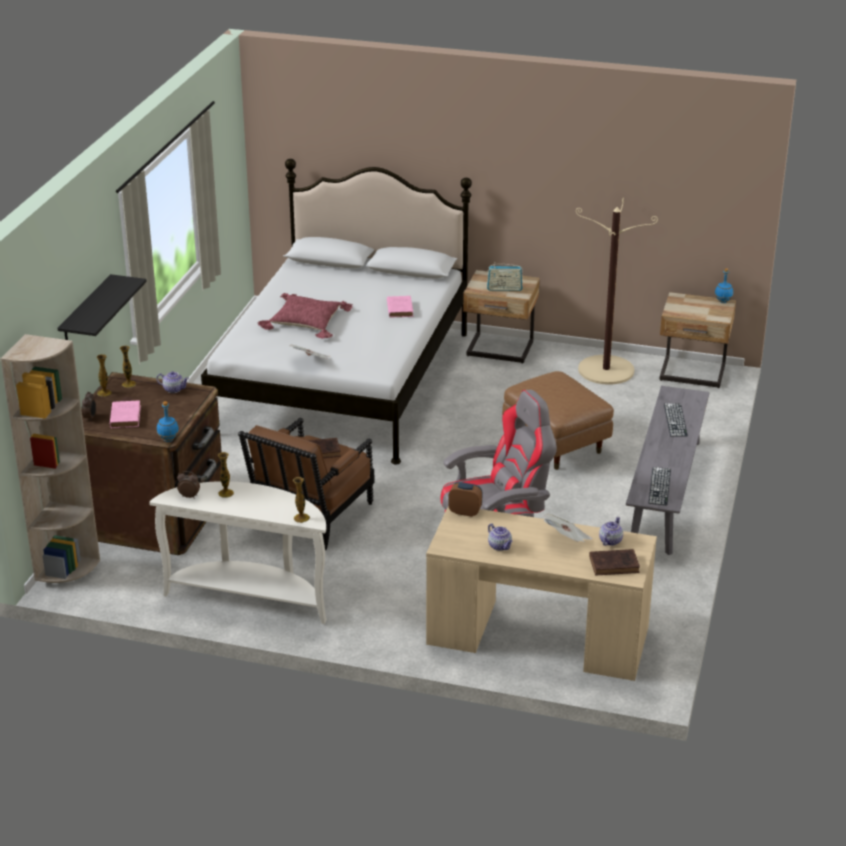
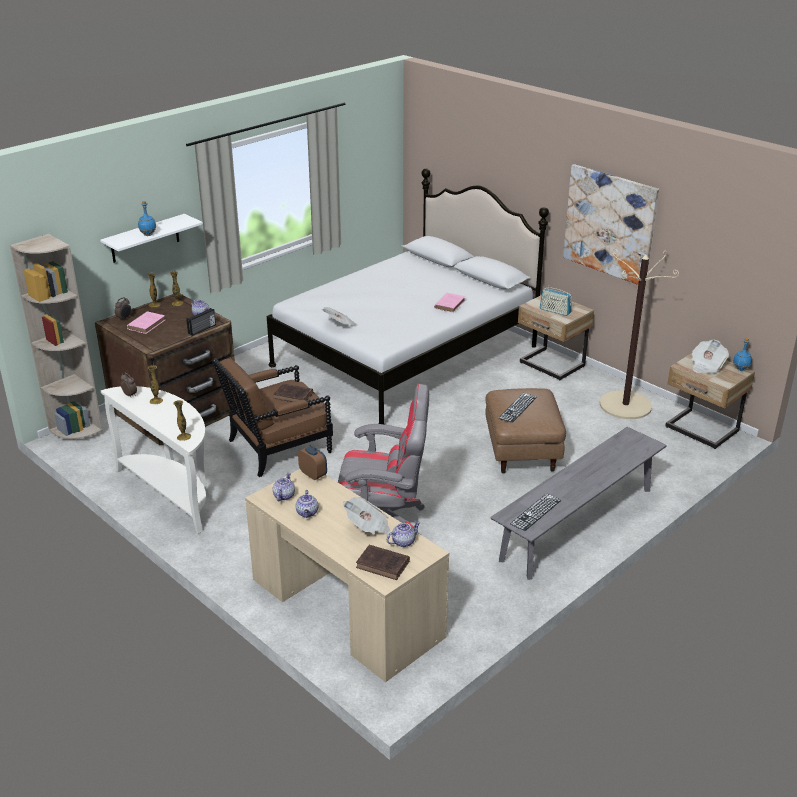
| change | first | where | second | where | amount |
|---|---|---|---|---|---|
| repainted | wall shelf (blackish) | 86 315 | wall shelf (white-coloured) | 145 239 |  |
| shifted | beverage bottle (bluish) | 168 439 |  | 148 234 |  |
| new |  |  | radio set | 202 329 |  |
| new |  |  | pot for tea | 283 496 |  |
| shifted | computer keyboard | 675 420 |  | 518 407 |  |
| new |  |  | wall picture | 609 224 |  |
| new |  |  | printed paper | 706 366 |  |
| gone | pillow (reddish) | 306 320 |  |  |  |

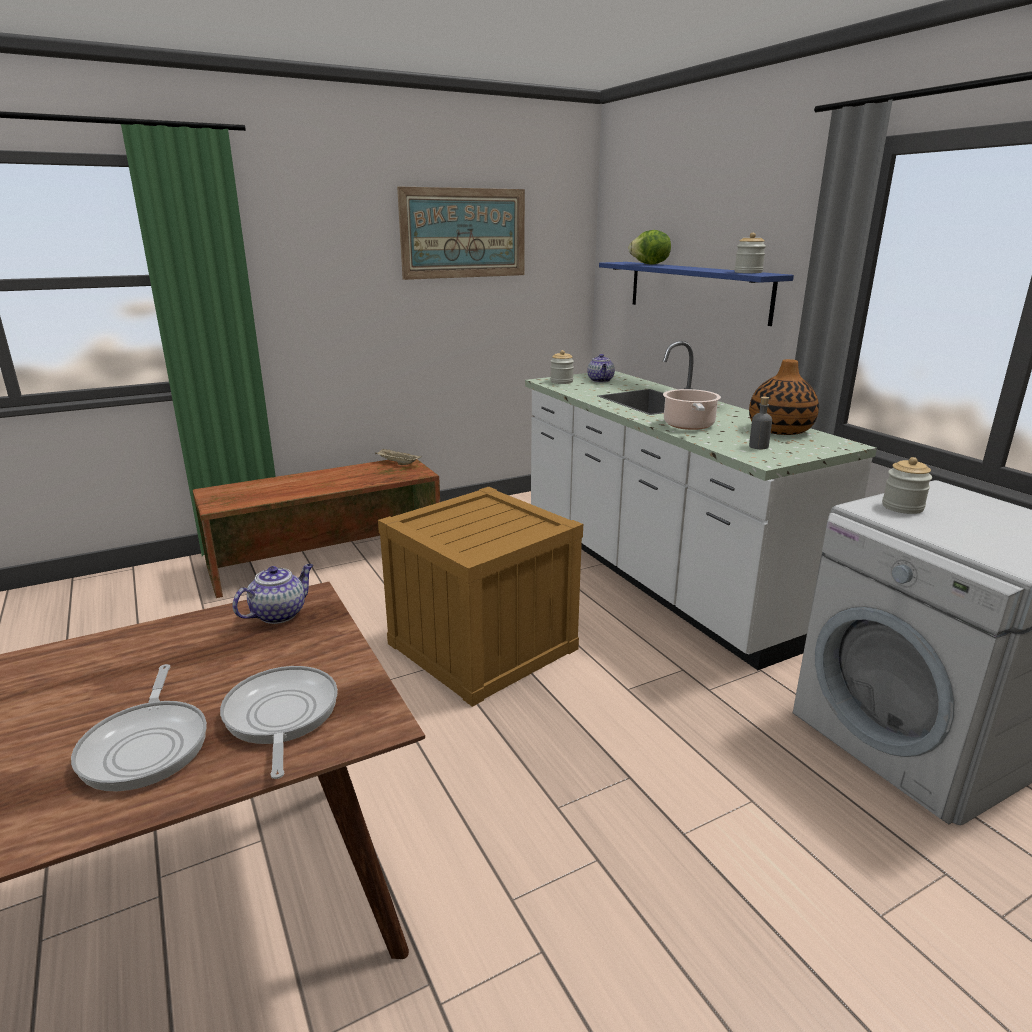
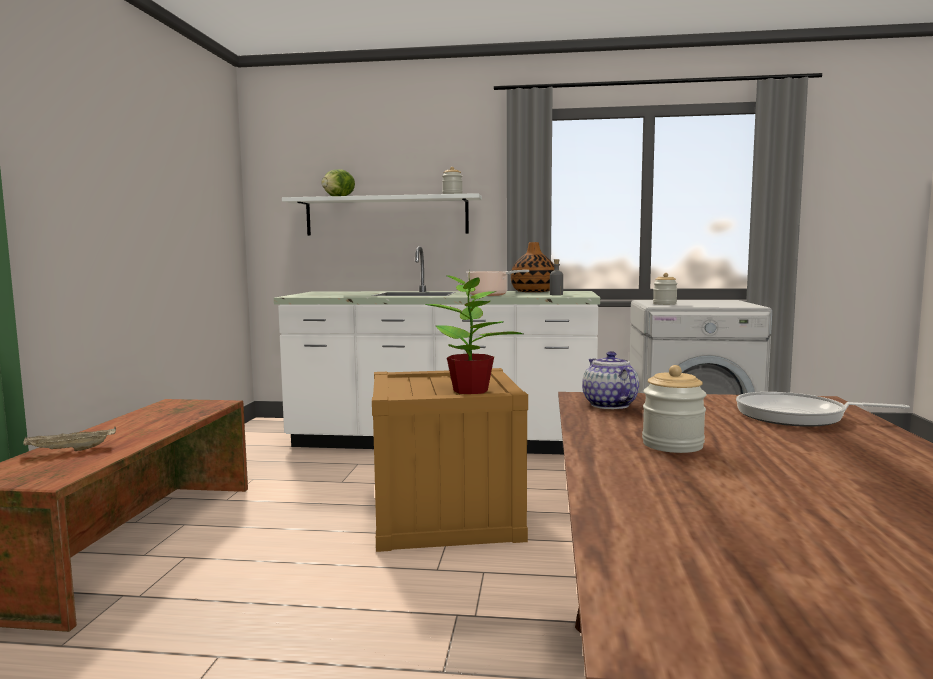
| change | first | where | second | where | amount |
|---|---|---|---|---|---|
| shifted | serving tray (beige-coloured) | 397 463 |  | 70 451 |  |
| repainted | wall shelf (bluish) | 696 290 | wall shelf (white-coloured) | 386 216 |  |
| new |  |  | houseplant | 471 391 |  |
| shifted | storage jar | 561 382 |  | 672 445 |  |
| gone | frying pan | 147 745 |  |  |  |
| gone | wall picture | 463 233 |  |  |  |
| gone | pot for tea | 601 380 |  |  |  |

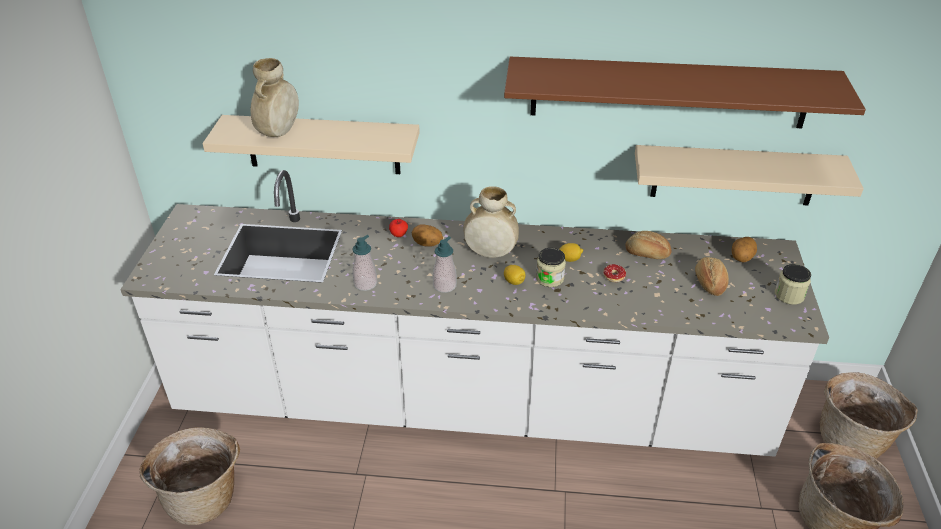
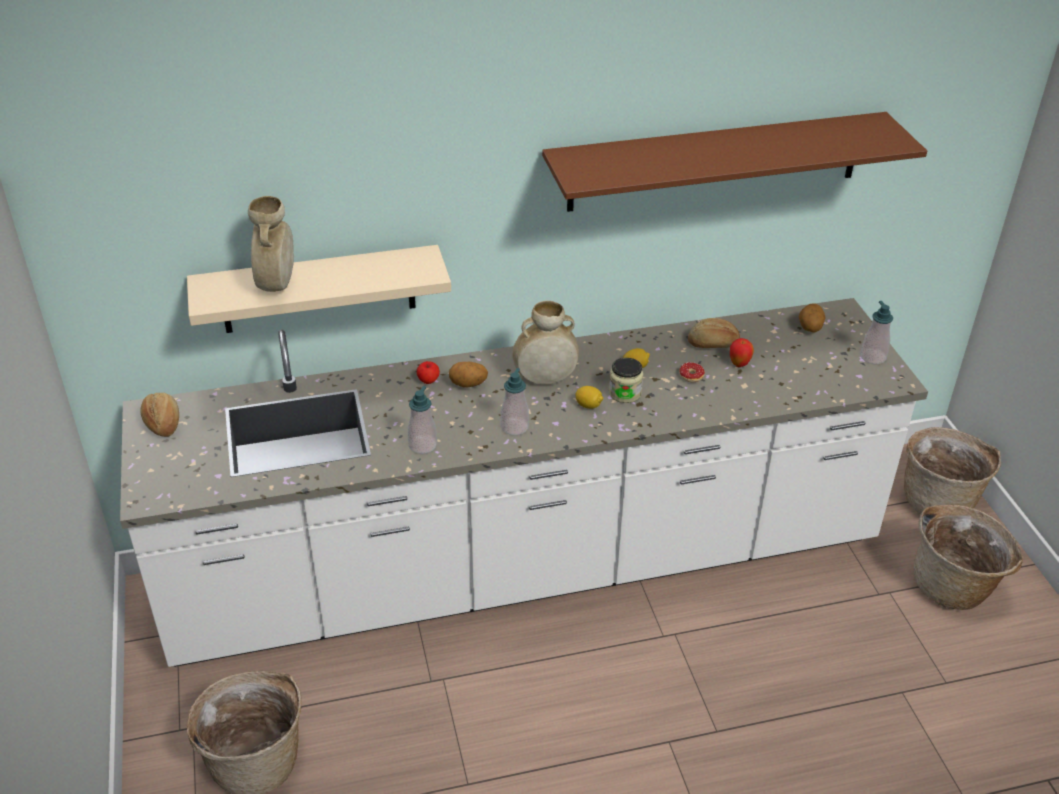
| change | first | where | second | where | amount |
|---|---|---|---|---|---|
| shifted | bakery bread | 709 283 |  | 162 423 |  |
| new |  |  | whole apple | 739 364 |  |
| swapped | storage jar | 789 295 | soap bottle | 873 357 |  |
| gone | wall shelf (beige-coloured) | 734 175 |  |  |  |

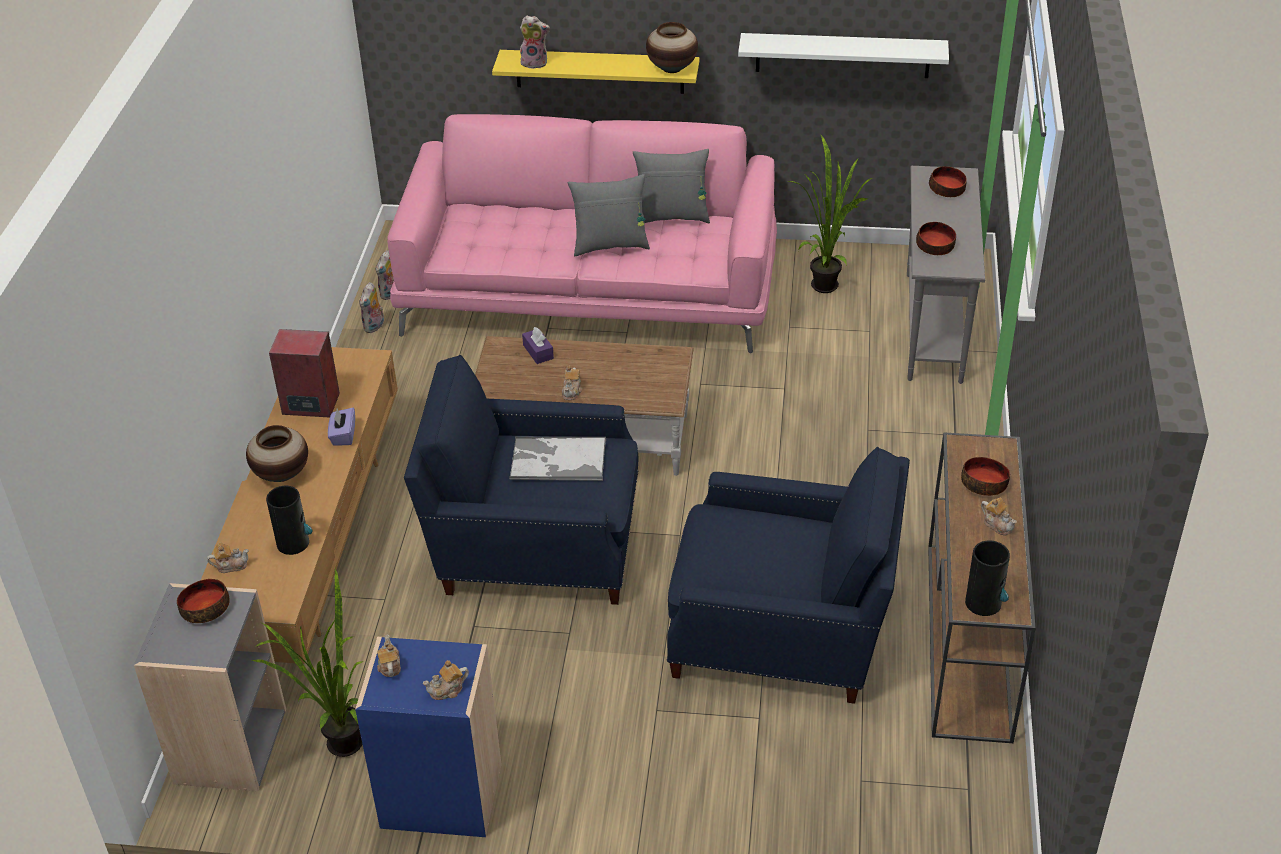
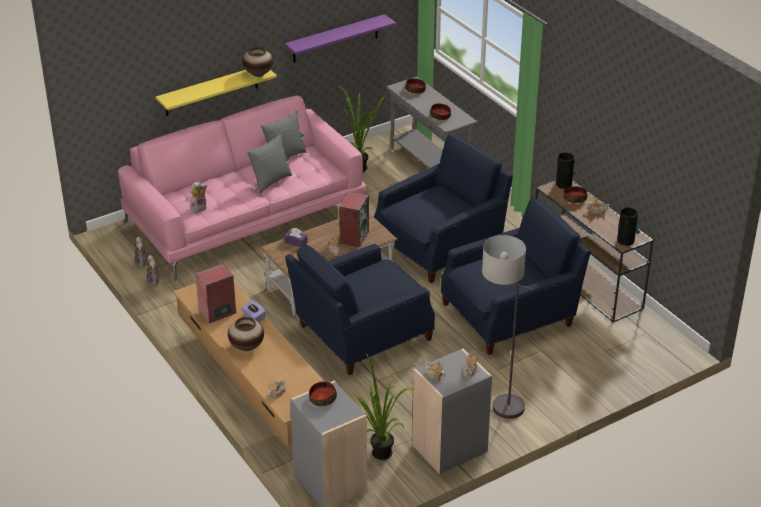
| change | first | where | second | where | amount |
|---|---|---|---|---|---|
| shifted | soft toy | 535 62 |  | 199 208 |  |
| repainted | wall shelf (white-coloured) | 842 55 | wall shelf (purplish) | 335 39 |  |
| new |  |  | audio speaker | 354 237 |  |
| new |  |  | lounge chair (bluish) | 440 245 |  |
| repainted | shelving unit (bluish) | 439 797 | shelving unit (greyish) | 449 449 |  |
| new |  |  | standing lamp (greyish) | 499 405 |  |
| shifted | vase | 293 543 |  | 563 184 |  |
| gone | serving tray | 557 460 |  |  |  |

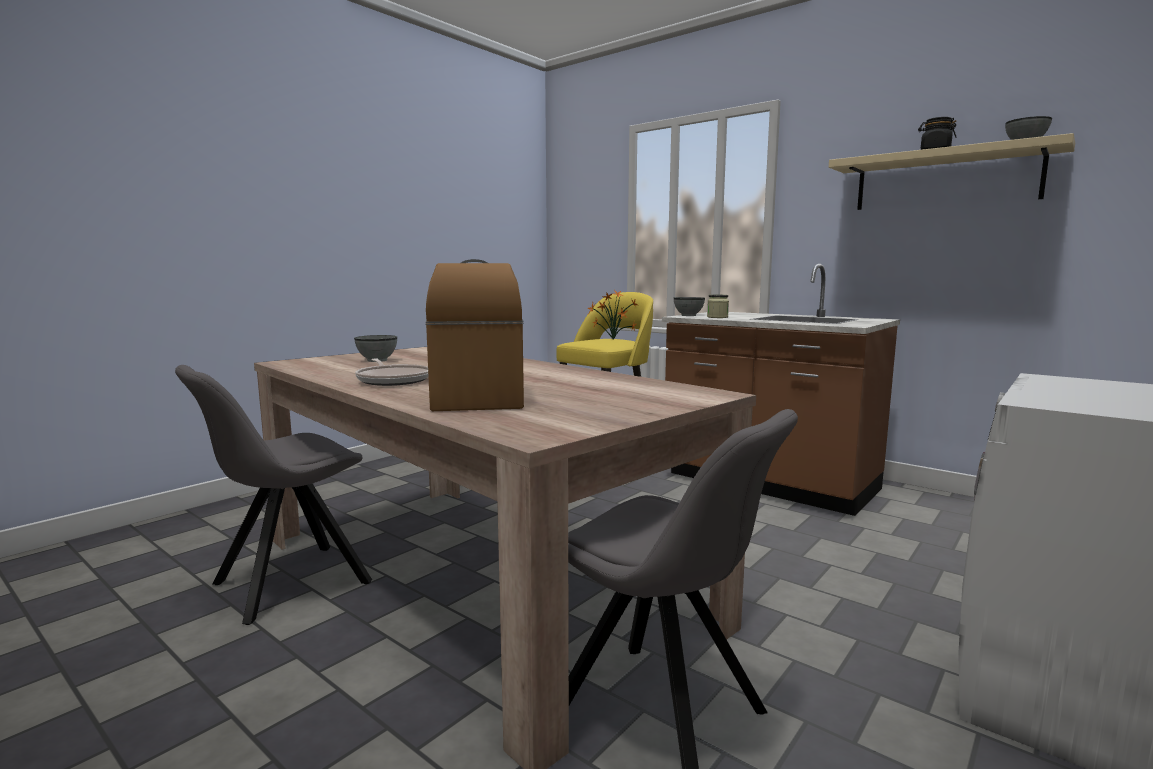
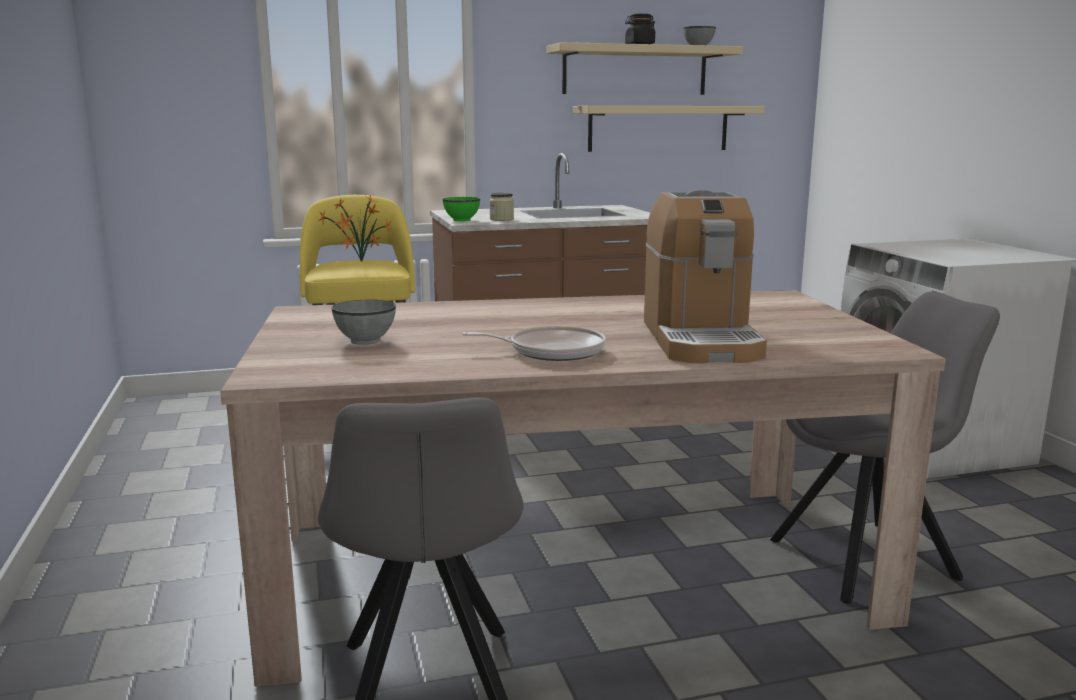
| change | first | where | second | where | amount |
|---|---|---|---|---|---|
| repainted | deep dish (greyish) | 688 315 | deep dish (green) | 461 220 |  |
| new |  |  | wall shelf (beige-coloured) | 658 128 |  |
| rotated | coffee machine | 478 395 |  | 700 339 | 120 degrees counterclockwise |

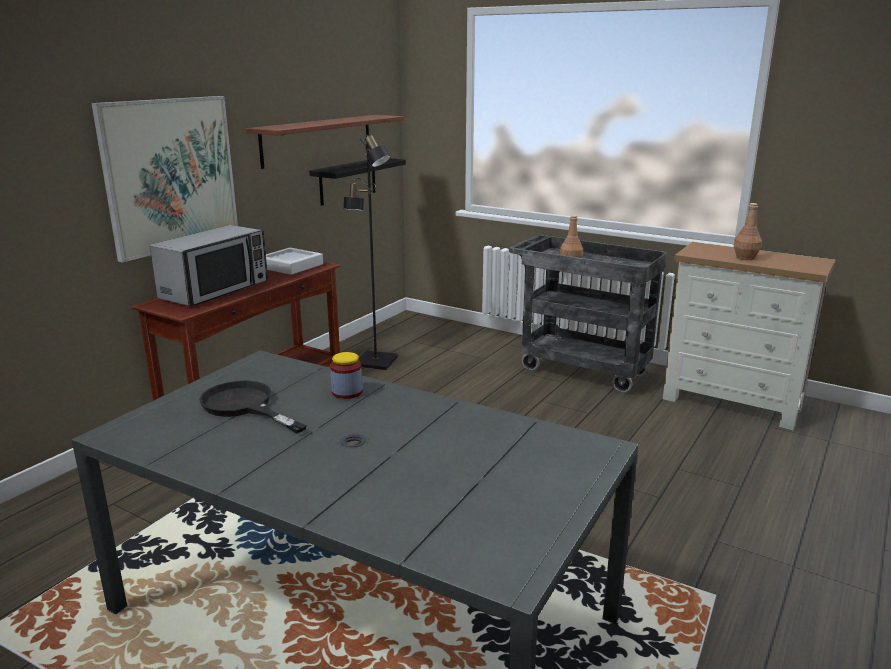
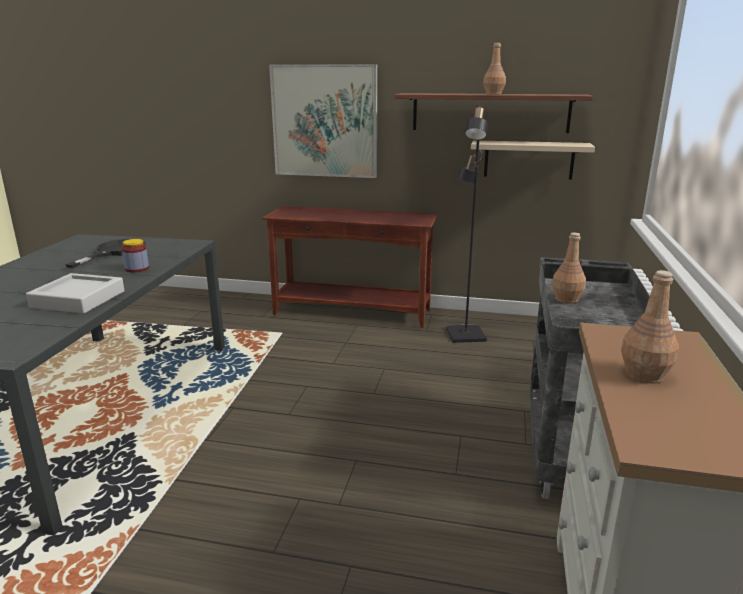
| change | first | where | second | where | amount |
|---|---|---|---|---|---|
| shifted | serving tray (greyish) | 291 266 |  | 78 299 |  |
| repainted | wall shelf (blackish) | 348 181 | wall shelf (beige-coloured) | 528 159 |  |
| new |  |  | beverage bottle (brown-coloured) | 493 94 |  |
| gone | microwave oven | 216 290 |  |  |  |

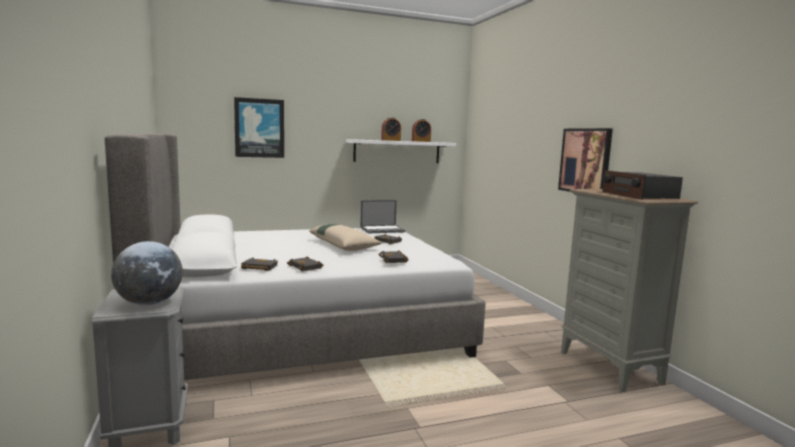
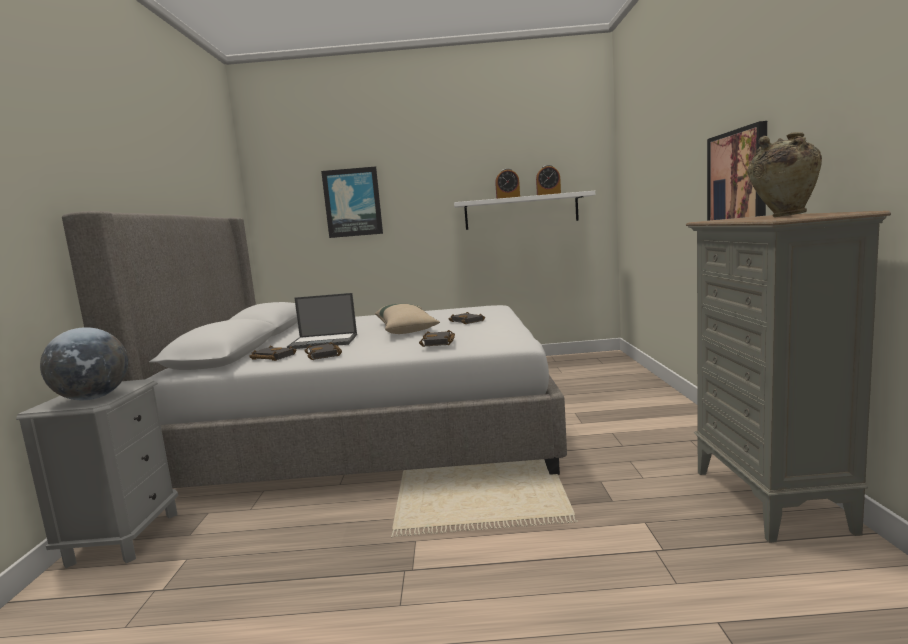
| change | first | where | second | where | amount |
|---|---|---|---|---|---|
| shifted | laptop | 382 229 |  | 324 341 |  |
| swapped | radio set | 638 195 | vase (beige-coloured) | 782 216 |  |

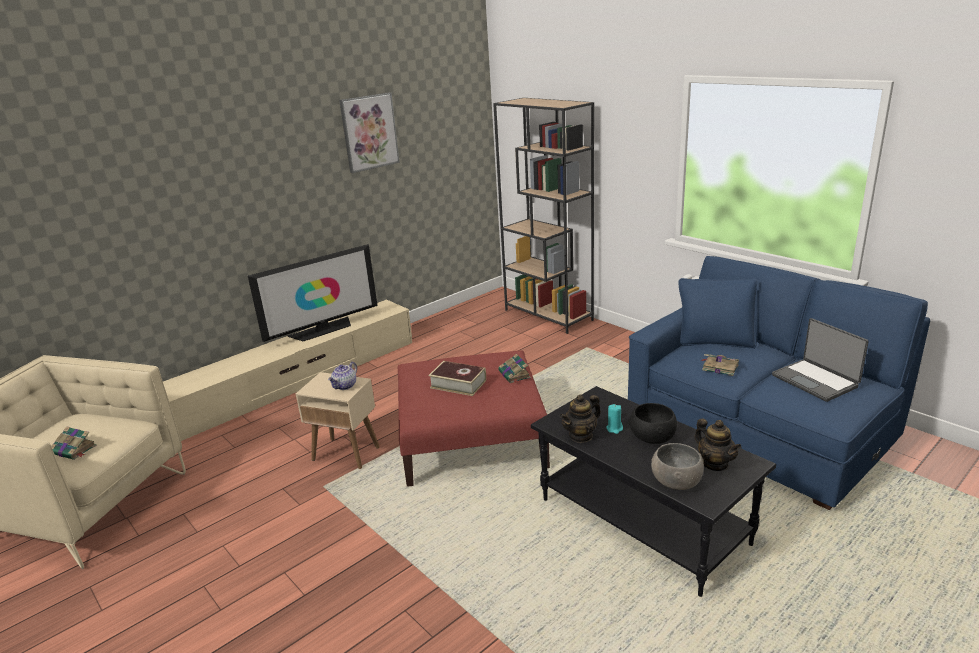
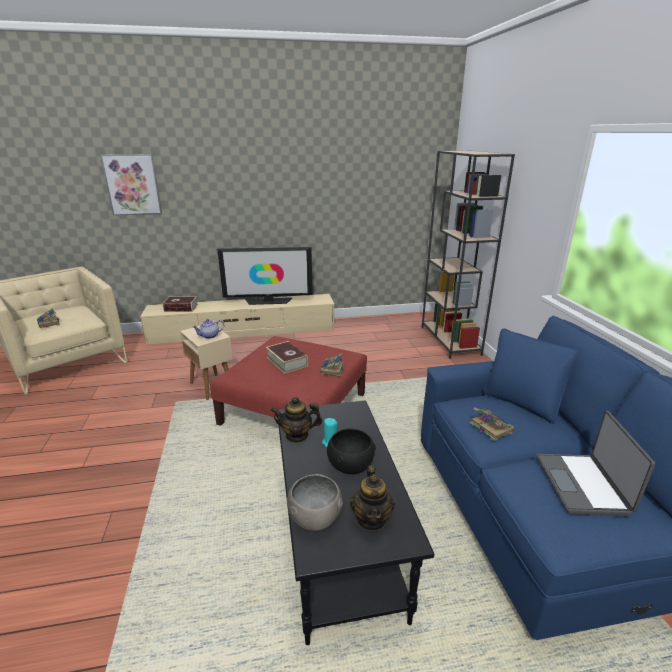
| change | first | where | second | where | amount |
|---|---|---|---|---|---|
| shifted | wall picture | 369 132 |  | 132 185 |  |
| new |  |  | bound book | 181 308 |  |

